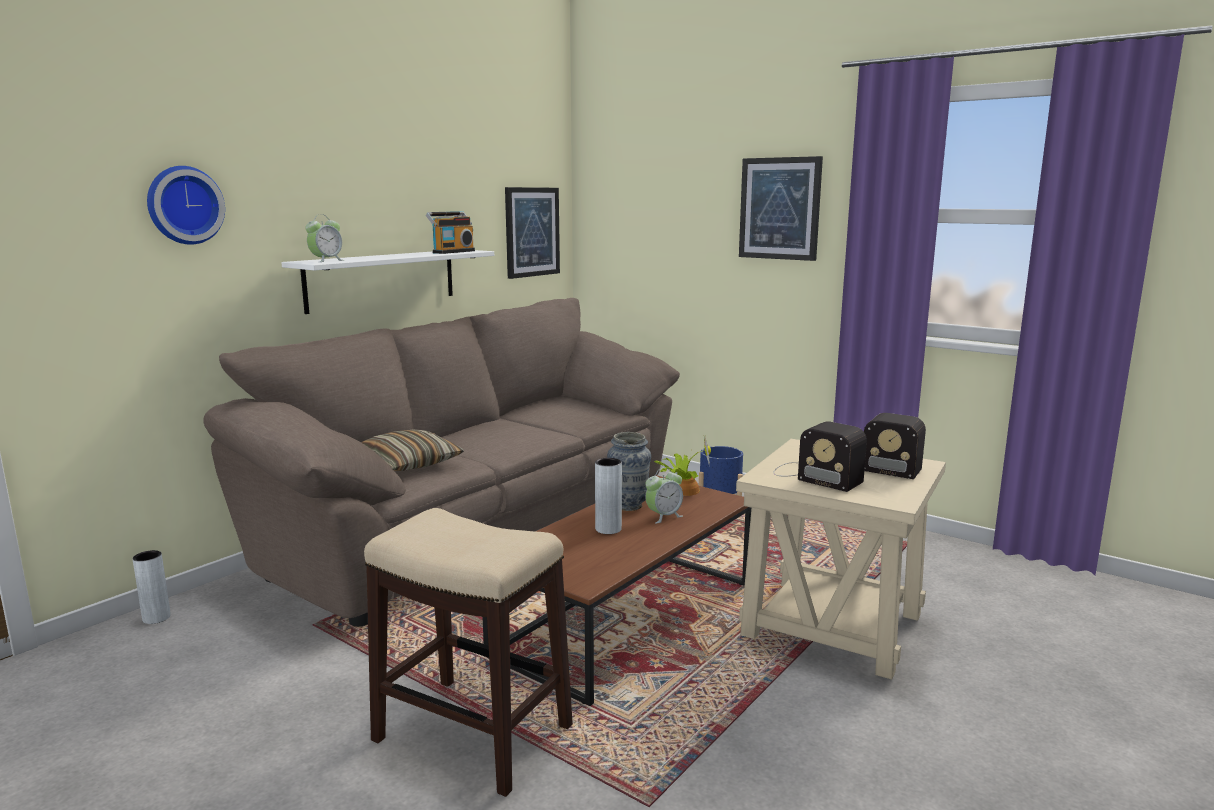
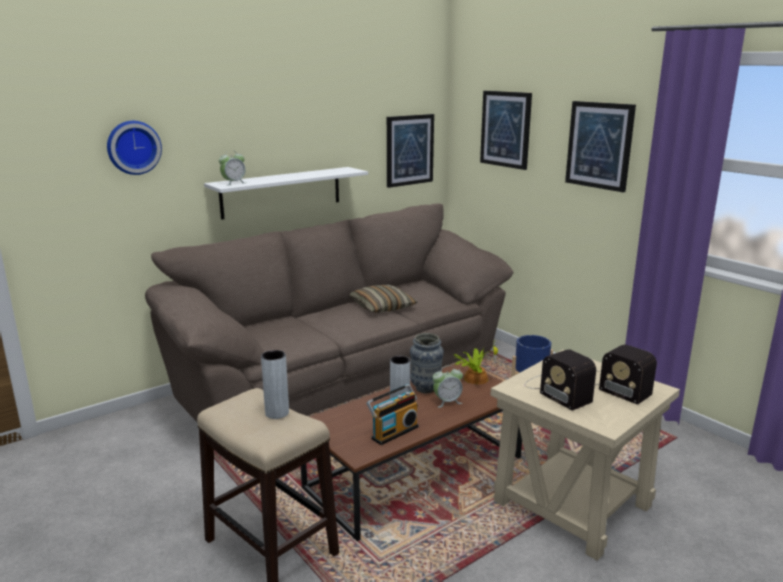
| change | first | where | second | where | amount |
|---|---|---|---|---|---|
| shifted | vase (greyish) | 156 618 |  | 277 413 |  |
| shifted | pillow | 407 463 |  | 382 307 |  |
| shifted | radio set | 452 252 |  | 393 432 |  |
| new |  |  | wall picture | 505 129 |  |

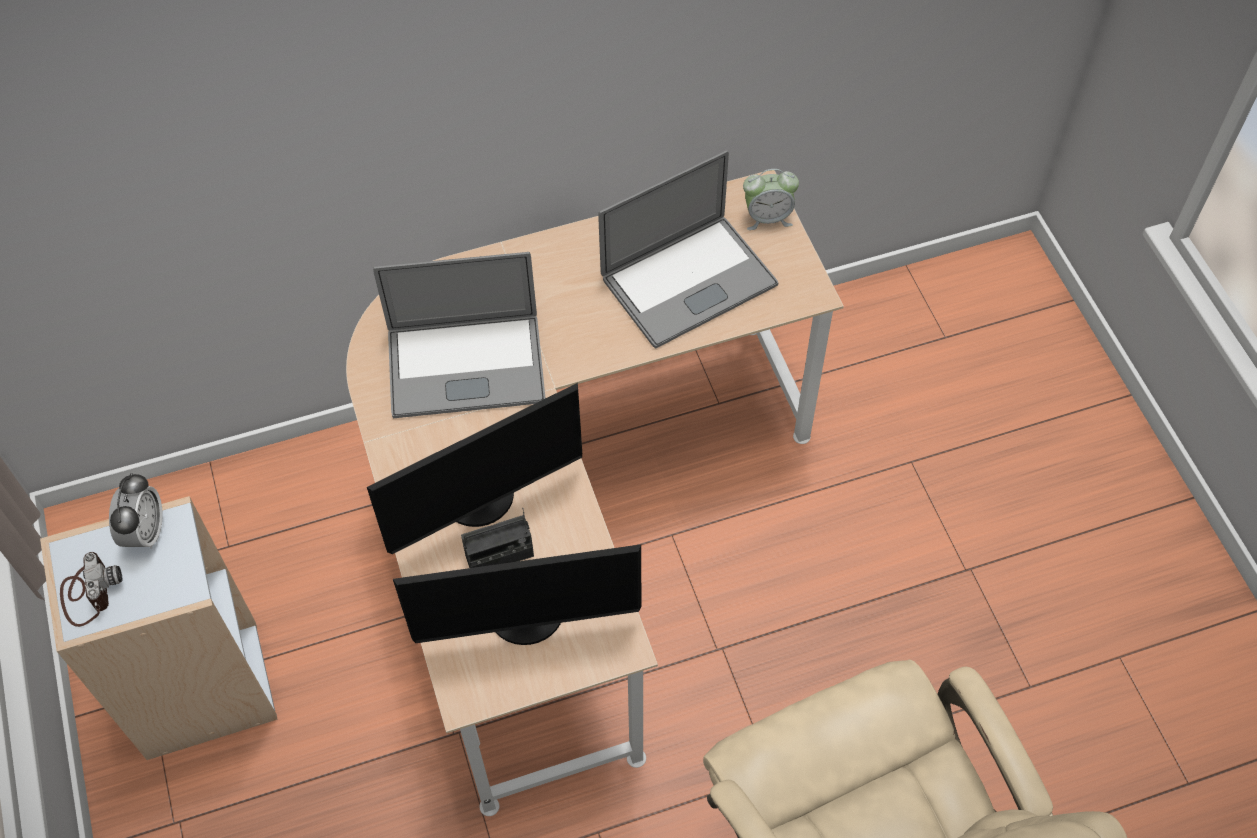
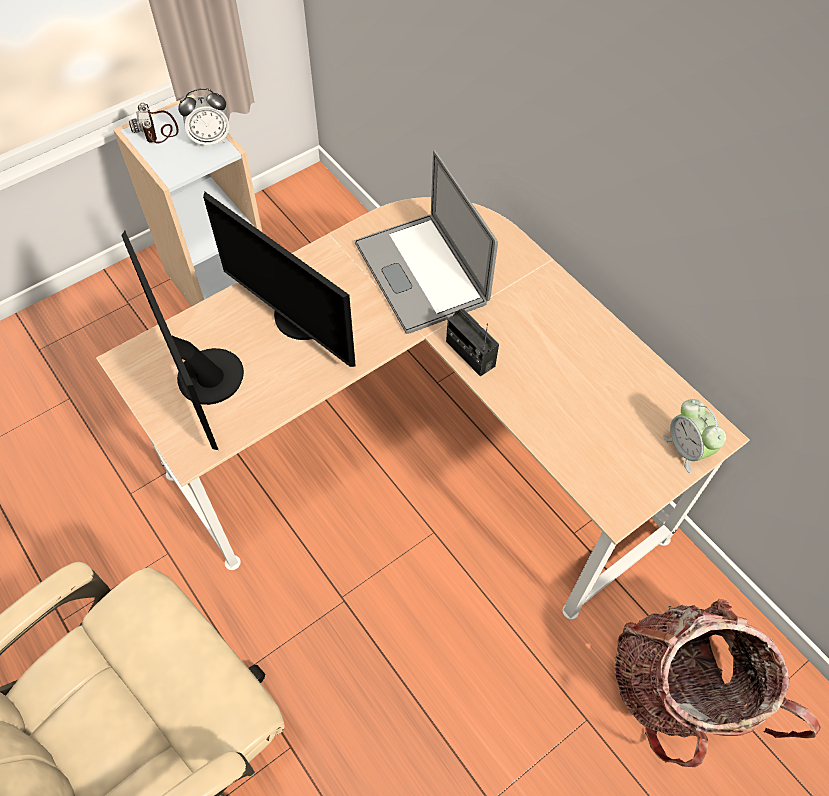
| change | first | where | second | where | amount |
|---|---|---|---|---|---|
| rotated | photo camera | 89 592 |  | 158 129 | 105 degrees clockwise |
| shifted | radio set | 499 556 |  | 470 354 |  |
| new |  |  | rucksack | 679 692 |  |
| gone | laptop | 689 281 |  |  |  |

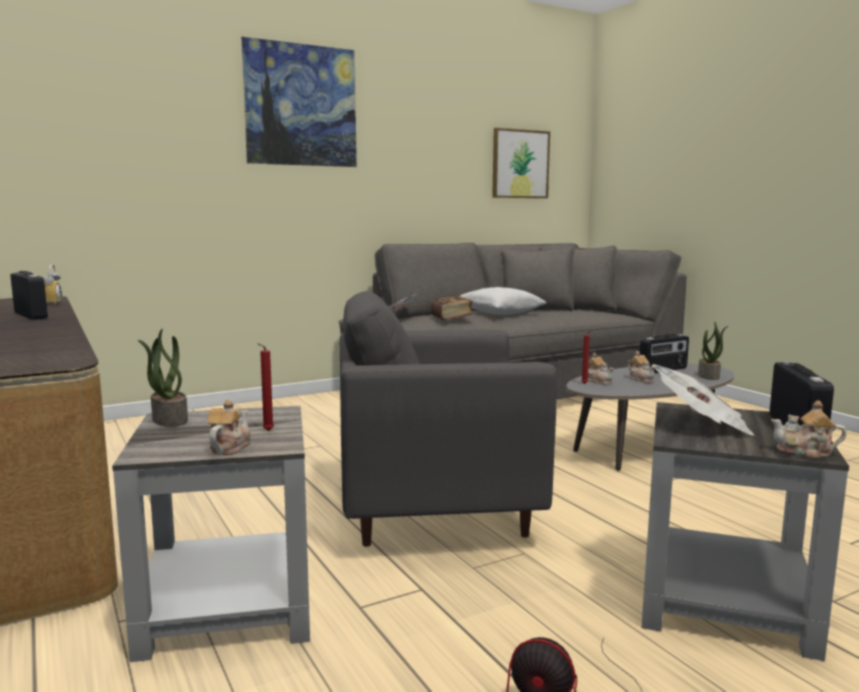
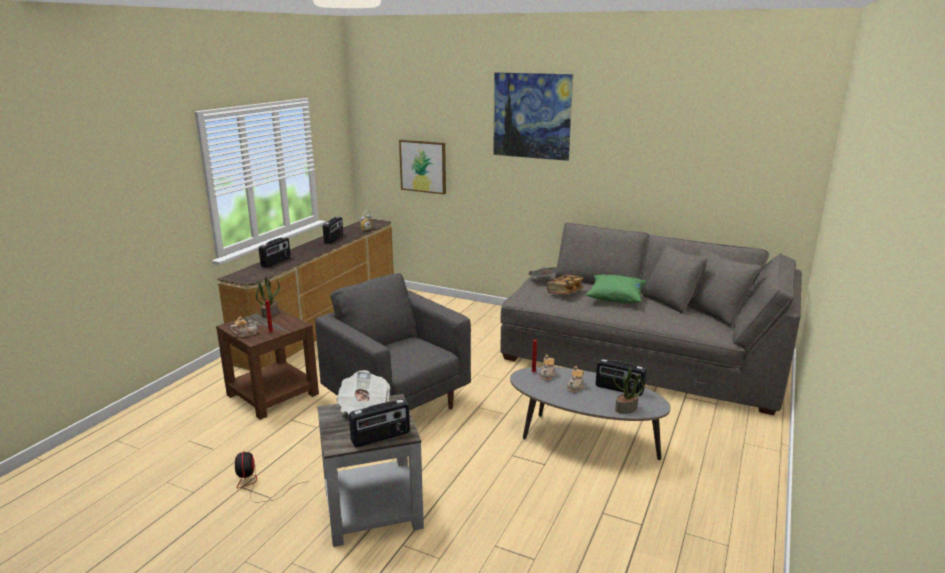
| change | first | where | second | where | amount |
|---|---|---|---|---|---|
| repainted | accent table (greyish) | 226 606 | accent table (brown-coloured) | 271 394 |  |
| new |  |  | radio set | 276 262 |  |
| shifted | wall picture | 520 164 |  | 423 166 |  |
| repainted | pillow (greyish) | 499 313 | pillow (green) | 615 298 |  |
| gone | pot for tea | 805 452 |  |  |  |

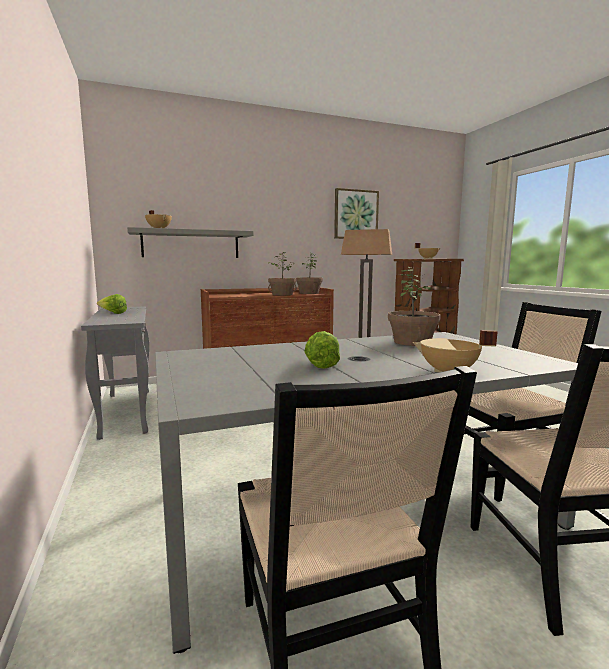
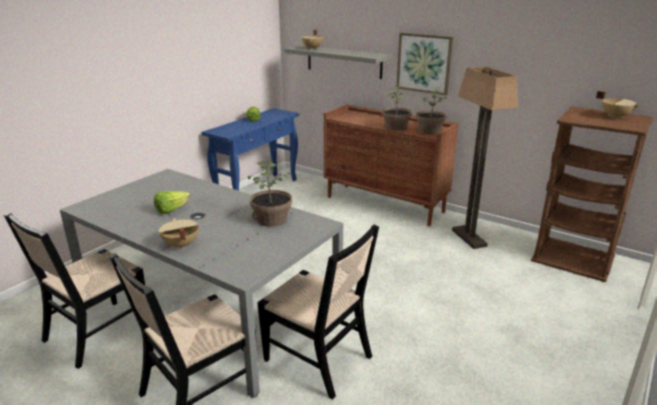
| change | first | where | second | where | amount |
|---|---|---|---|---|---|
| repainted | hall table (greyish) | 126 412 | hall table (bluish) | 257 191 |  |
| shifted | wall picture | 355 214 |  | 424 63 |  |

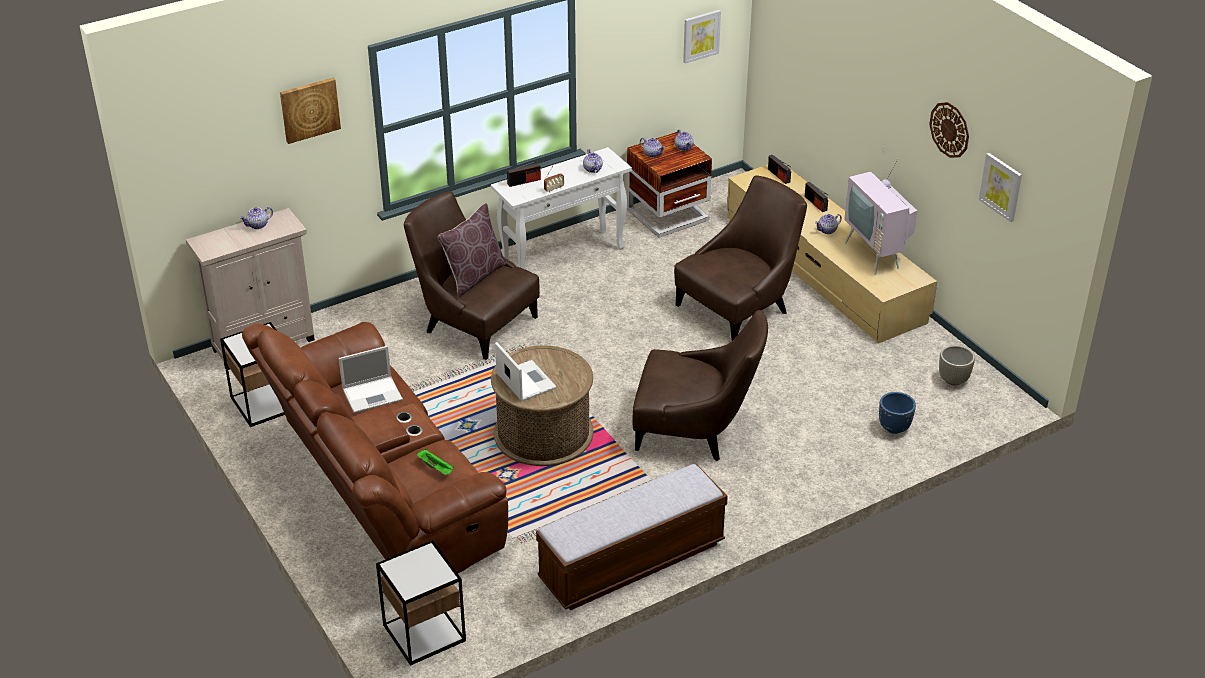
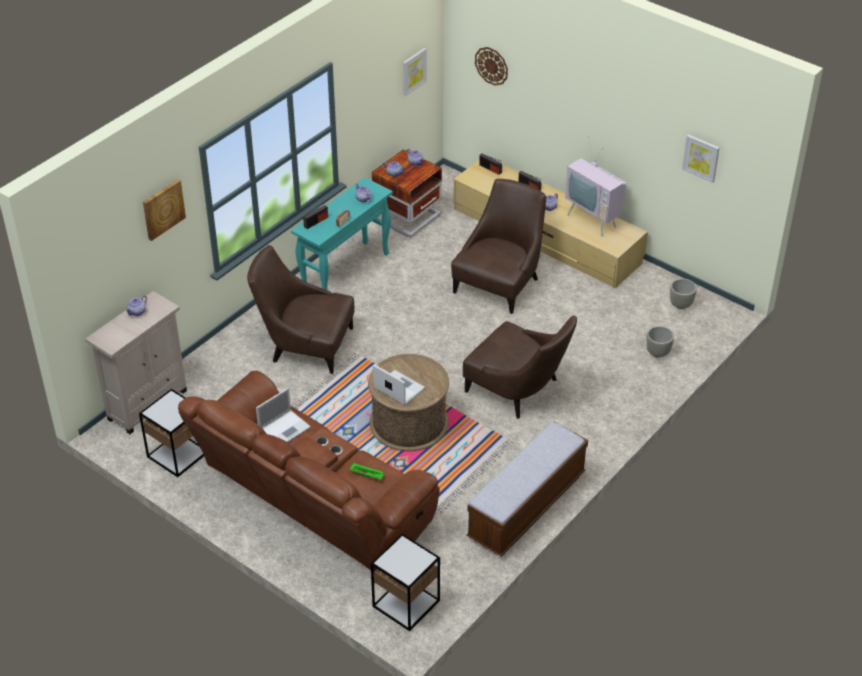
| change | first | where | second | where | amount |
|---|---|---|---|---|---|
| repainted | hall table (white-coloured) | 563 256 | hall table (turquoise-coloured) | 346 271 |  |
| rotated | lounge chair (brown-coloured) | 696 428 |  | 518 389 | 45 degrees clockwise |
| shifted | hanging clock | 950 129 |  | 491 65 |  |
| repainted | flower pot (bluish) | 894 428 | flower pot (greyish) | 658 353 |  |
| gone | pillow (brown-coloured) | 474 276 |  |  |  |

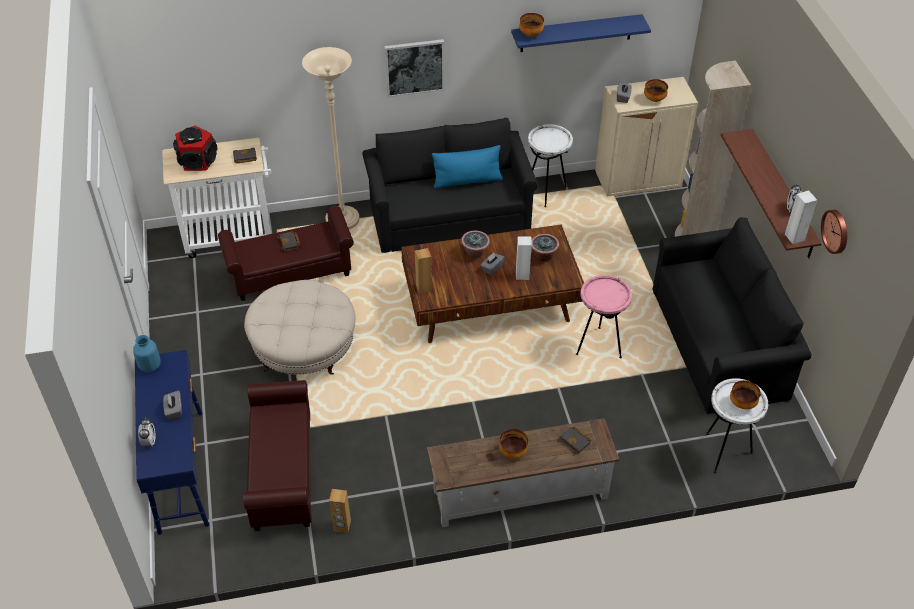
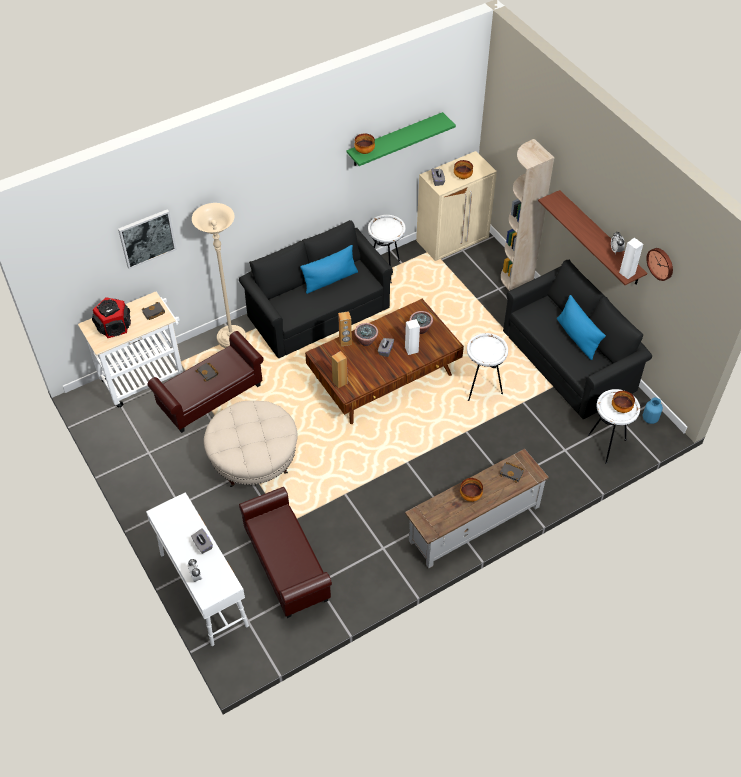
| change | first | where | second | where | amount |
|---|---|---|---|---|---|
| shifted | wall picture | 414 67 |  | 147 238 |  |
| repainted | hall table (bluish) | 182 470 | hall table (white-coloured) | 204 589 |  |
| shifted | audio speaker (brown-coloured) | 342 526 |  | 345 342 |  |
| repainted | wall shelf (bluish) | 576 33 | wall shelf (green) | 395 140 |  |
| repainted | accent table (pinkish) | 599 347 | accent table (white-coloured) | 482 389 |  |
| new |  |  | pillow (bluish) | 577 337 |  |
| shifted | vase (bluish) | 150 366 |  | 650 419 |  |

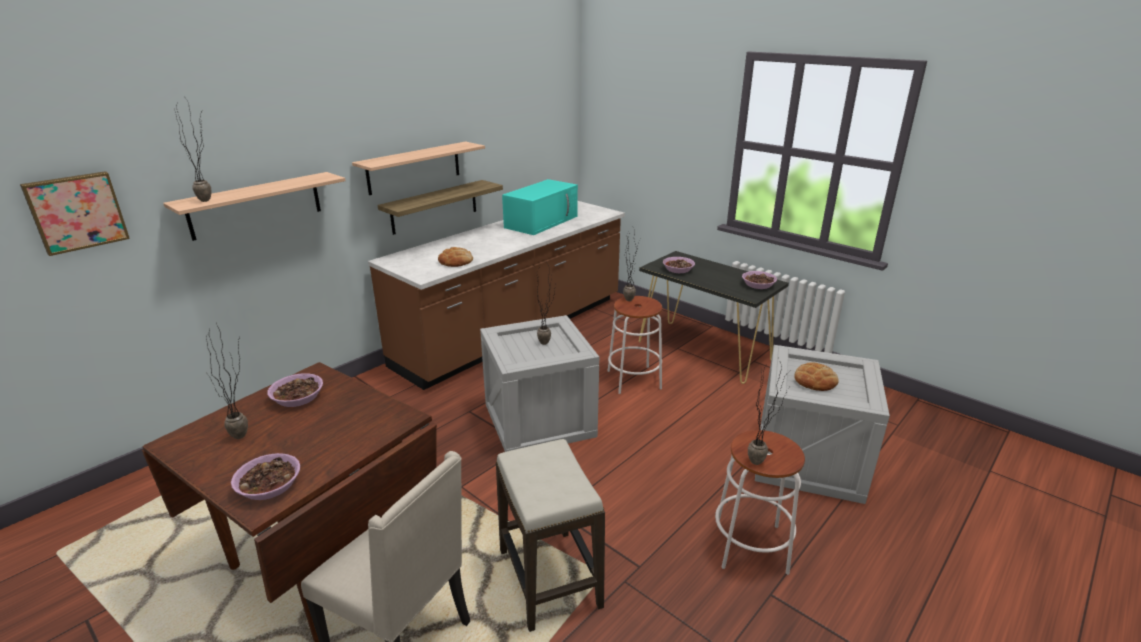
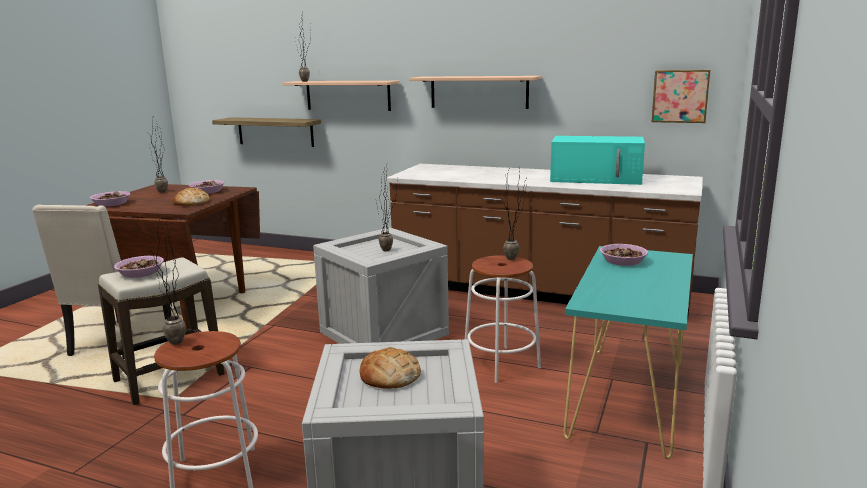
| change | first | where | second | where | amount |
|---|---|---|---|---|---|
| shifted | deep dish | 758 284 |  | 141 273 |  |
| shifted | bakery bread | 456 261 |  | 191 202 |  |
| shifted | wall shelf | 434 207 |  | 275 131 |  |
| repainted | hall table (blackish) | 704 351 | hall table (turquoise-coloured) | 627 398 |  |
| shifted | wall picture | 76 212 |  | 680 96 |  |

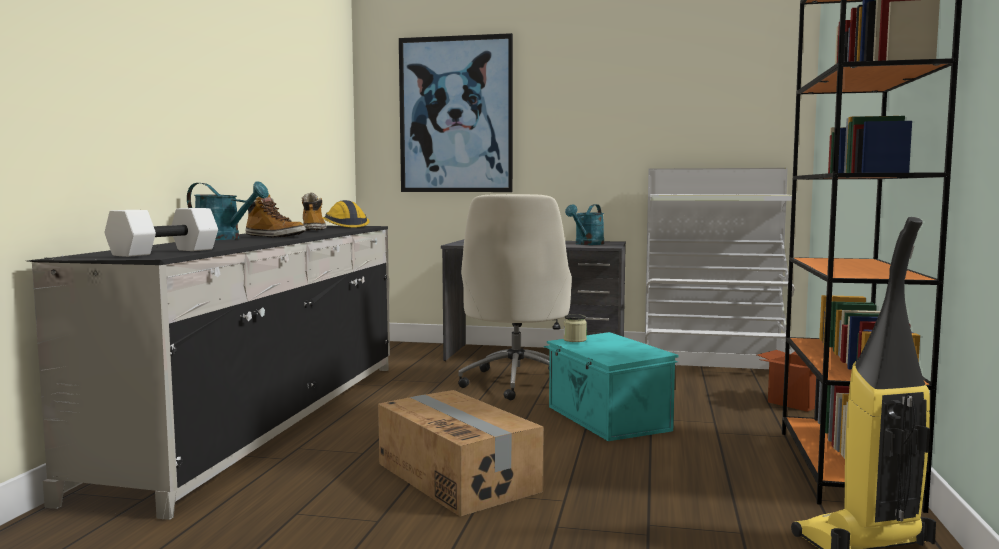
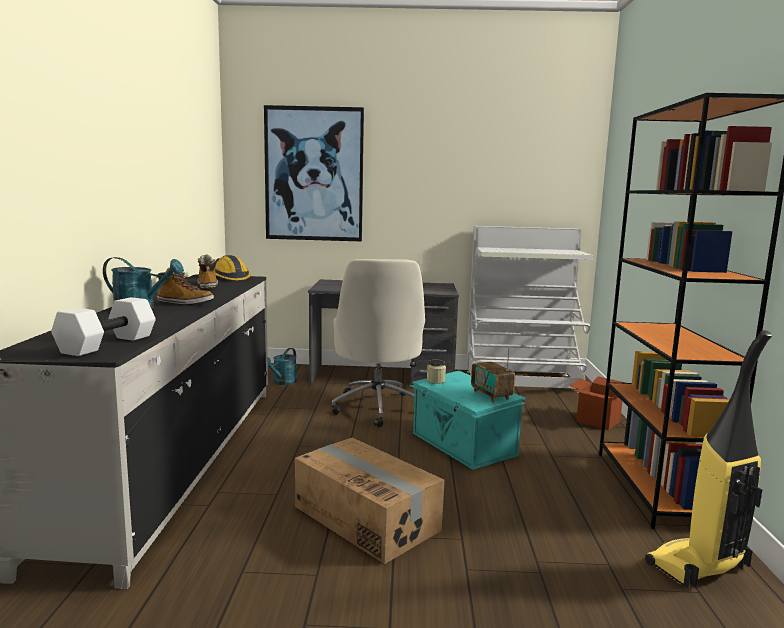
| change | first | where | second | where | amount |
|---|---|---|---|---|---|
| shifted | watering pot (turquoise-coloured) | 587 244 |  | 282 382 |  |
| new |  |  | radio set | 491 395 |  |

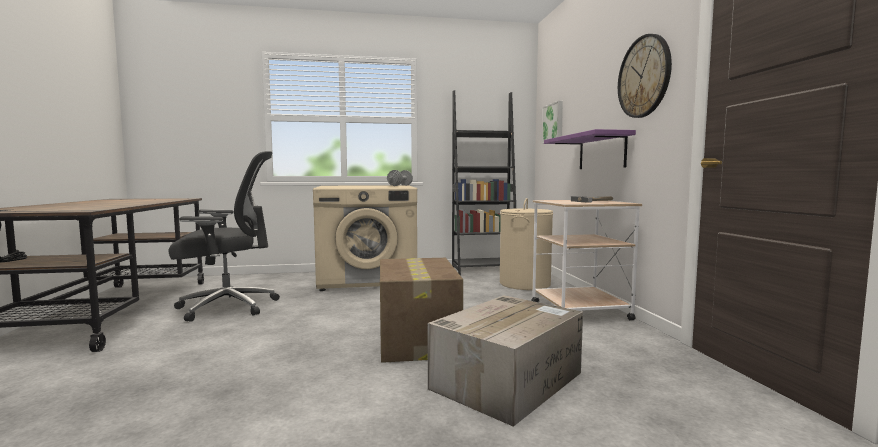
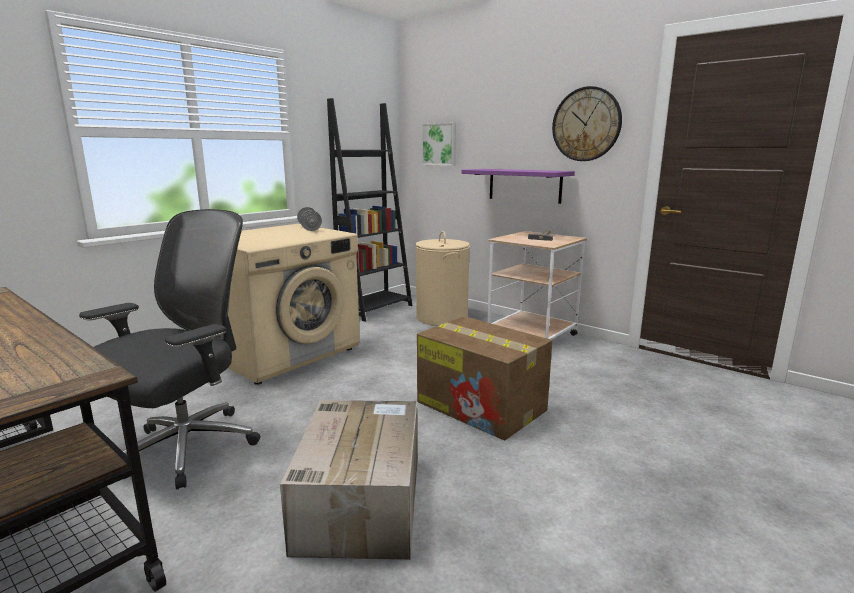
| change | first | where | second | where | amount |
|---|---|---|---|---|---|
| shifted | cardboard box | 508 380 |  | 360 500 |  |

